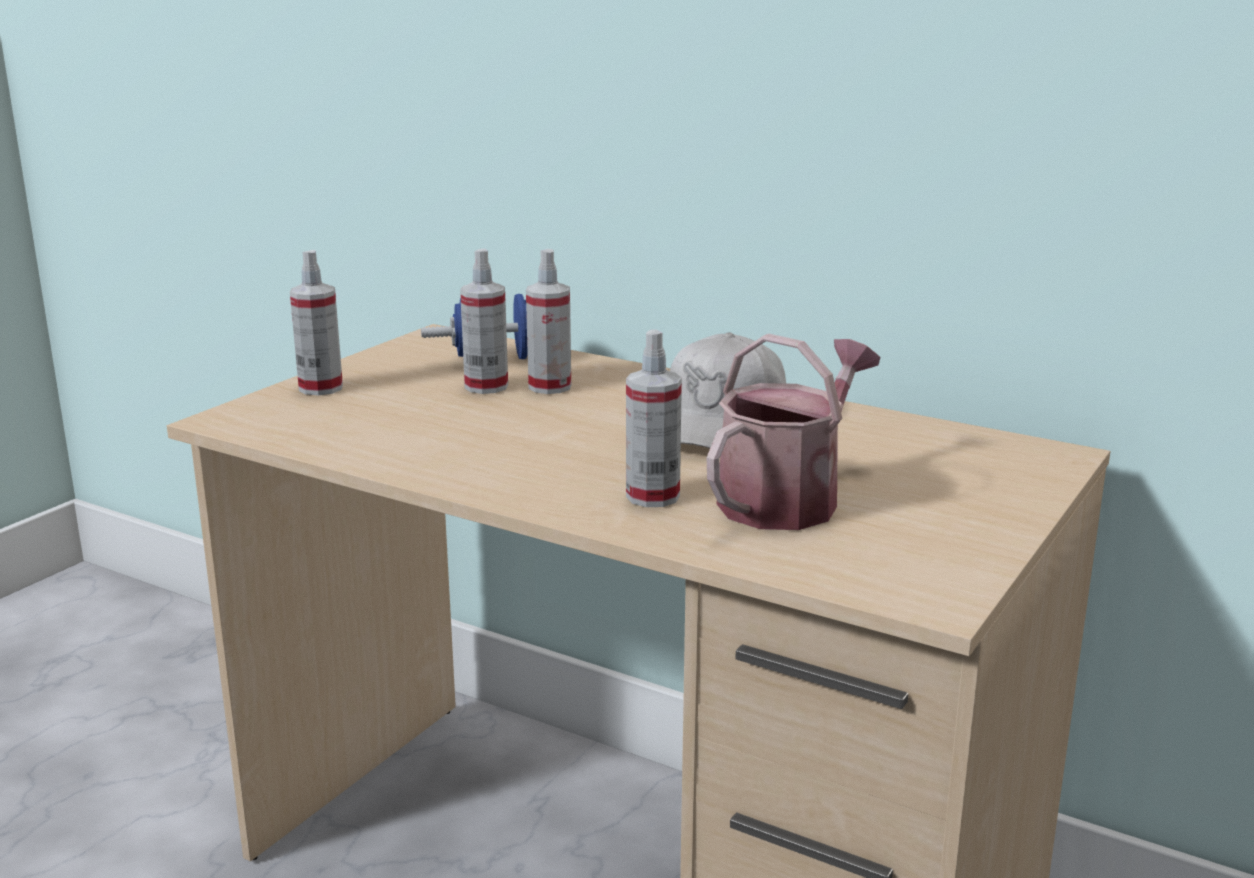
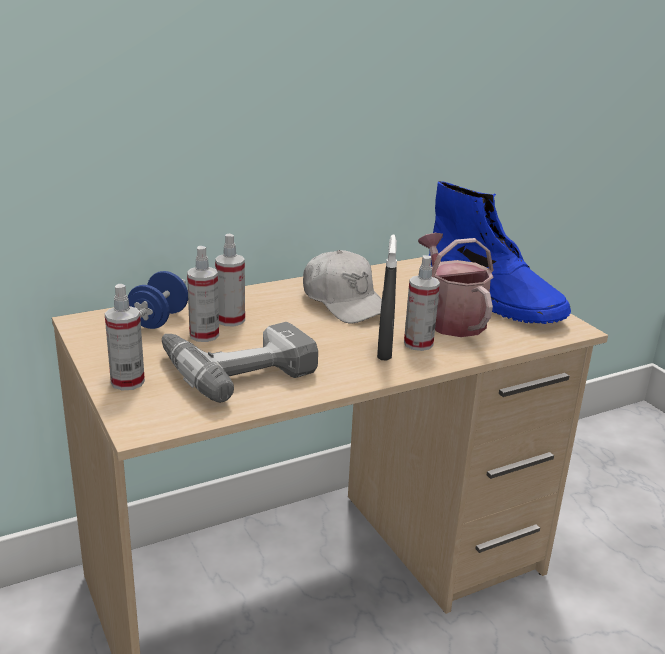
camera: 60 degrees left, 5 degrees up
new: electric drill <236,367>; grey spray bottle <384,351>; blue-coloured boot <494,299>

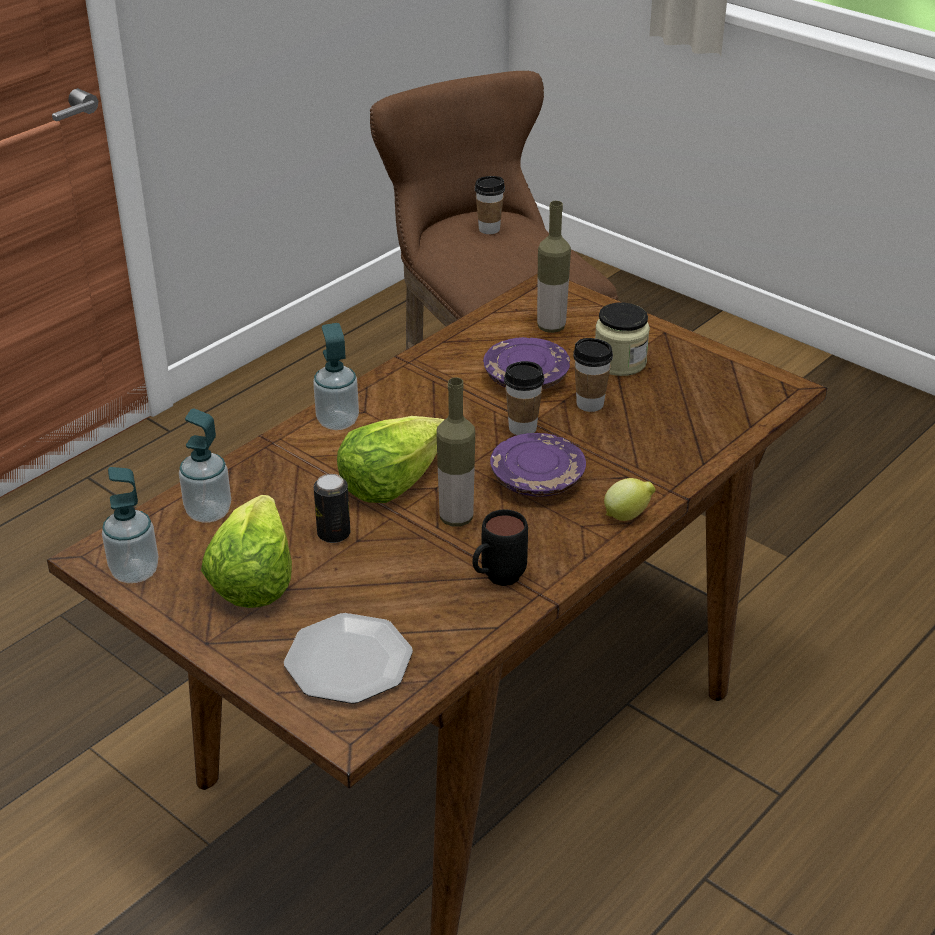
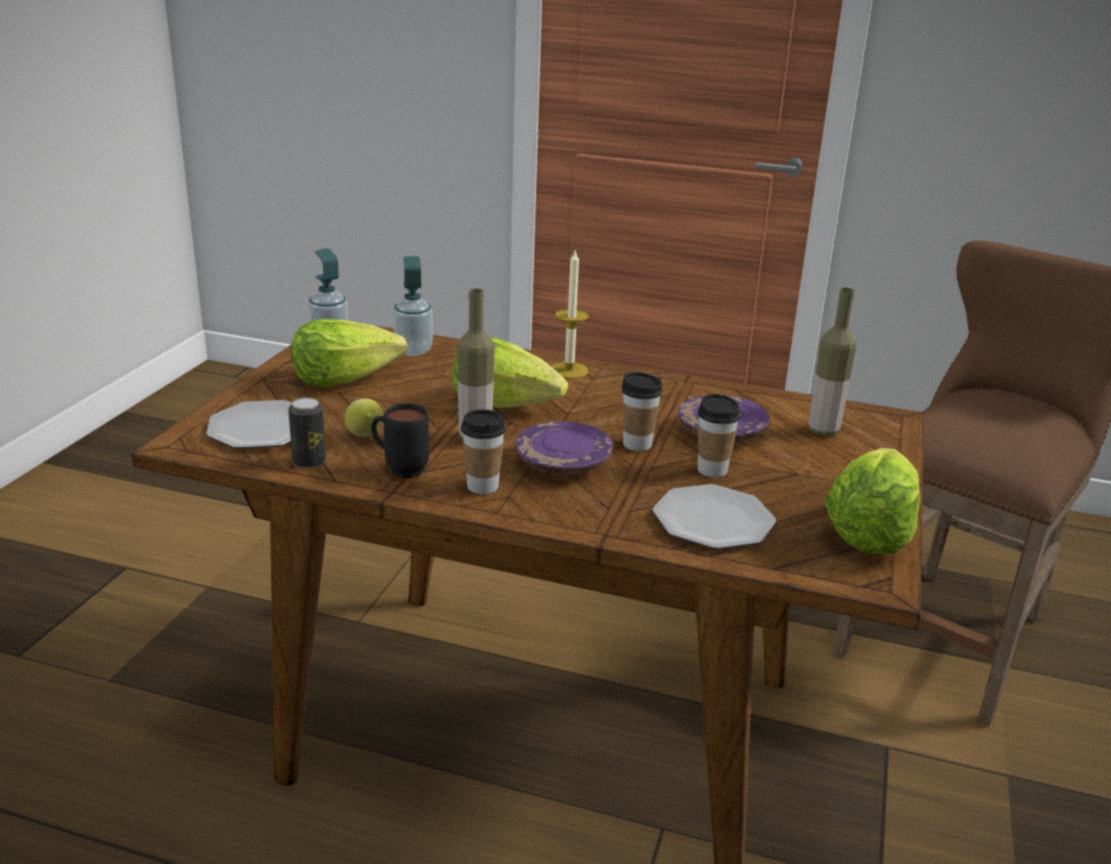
camera: 65 degrees right, 10 degrees down
gone: preserve jar <620,362>
new: dinner plate <712,521>; lettuce <870,533>
shifted: sealed can <334,534> to <309,461>; cup <489,229> to <482,486>; lemon <628,516> to <365,436>
swapped: liquid soap bottle <337,421> to candle <569,370>

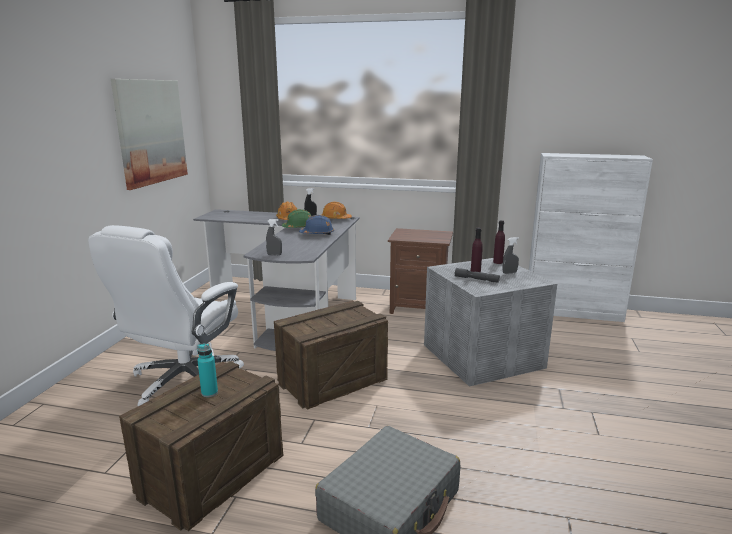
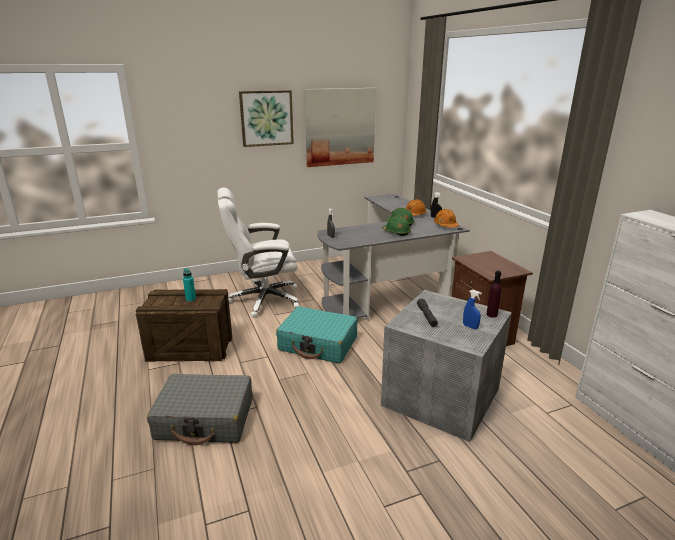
camera: 55 degrees right, 5 degrees up
gone: purplish beverage bottle <475,271>
new: picture <266,118>
swapped: crate <332,381> to turquoise-coloured piece of luggage <318,344>
repainted: blue-coloured safety helmet <317,234> to green-coloured safety helmet <396,232>; grey spray bottle <509,273> to blue-coloured spray bottle <470,327>

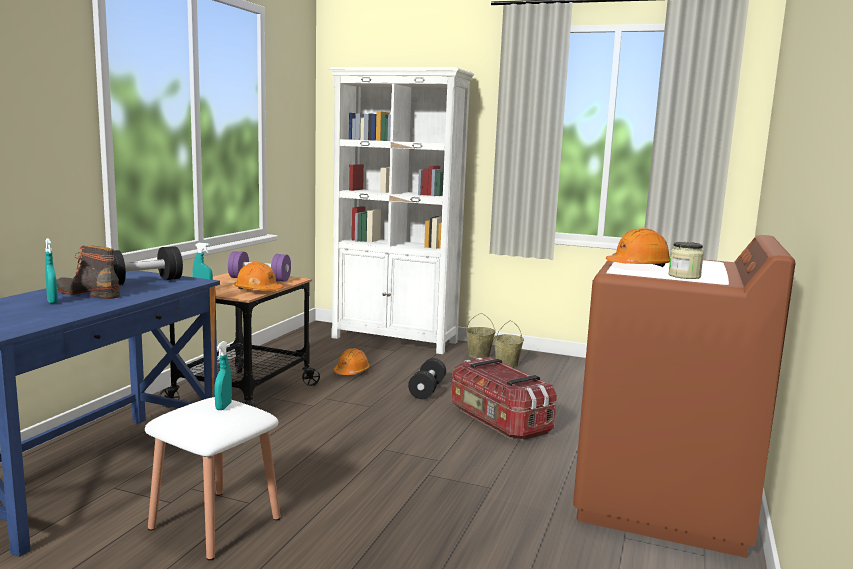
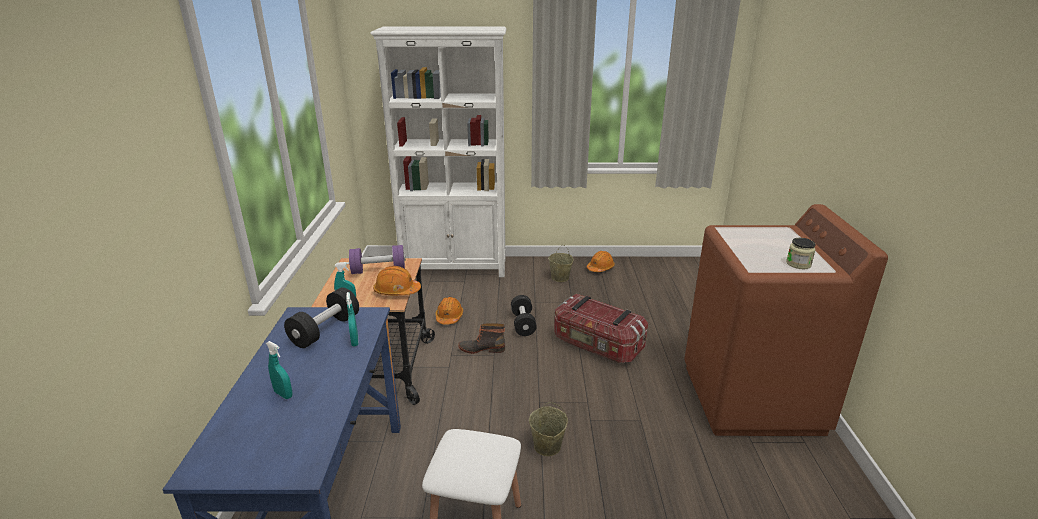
camera: 20 degrees left, 15 degrees up
shifted: boot <88,293> to <482,348>; turquoise-coloured spray bottle <223,406> to <355,341>; beige pail <478,355> to <547,446>; orangey safety helmet <638,266> to <600,268>

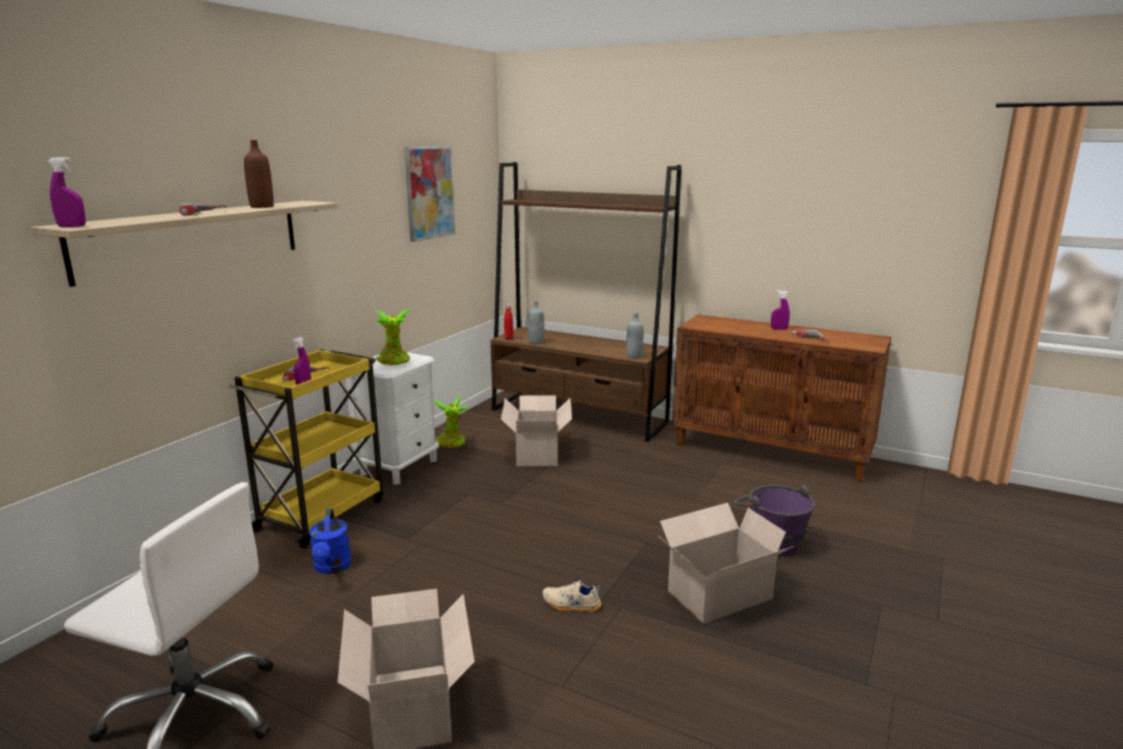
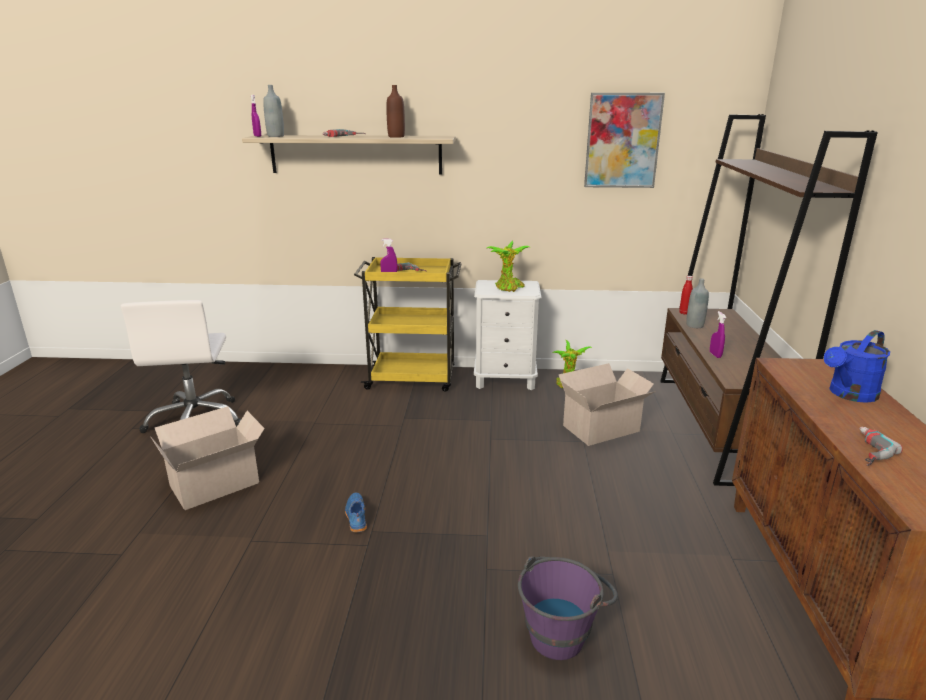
camera: 65 degrees right, 5 degrees up
gone: cardboard box <717,595>
shifted: blue-coloured watering pot <332,568> to <849,395>; grey beverage bottle <634,356> to <275,136>; purplish spray bottle <779,329> to <715,355>
repainted: beige shoe <571,605> to blue-coloured shoe <355,517>

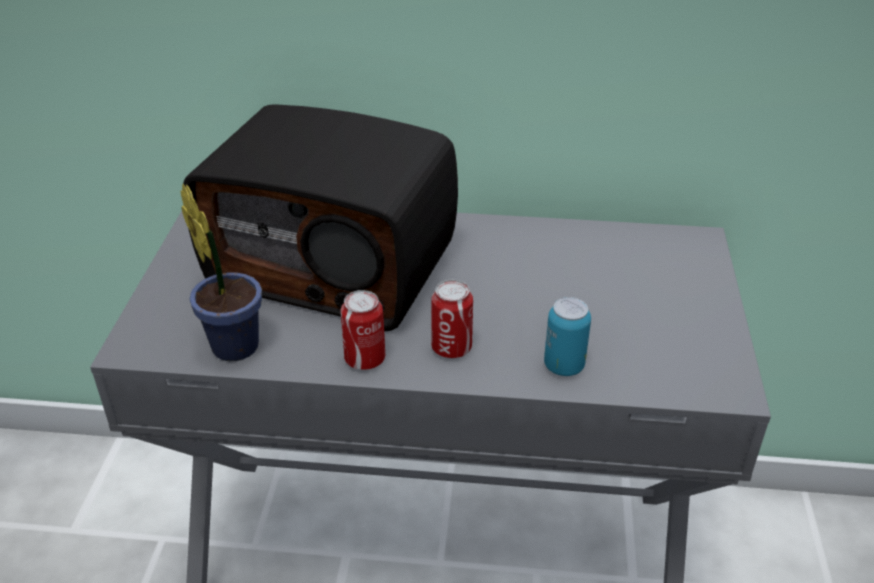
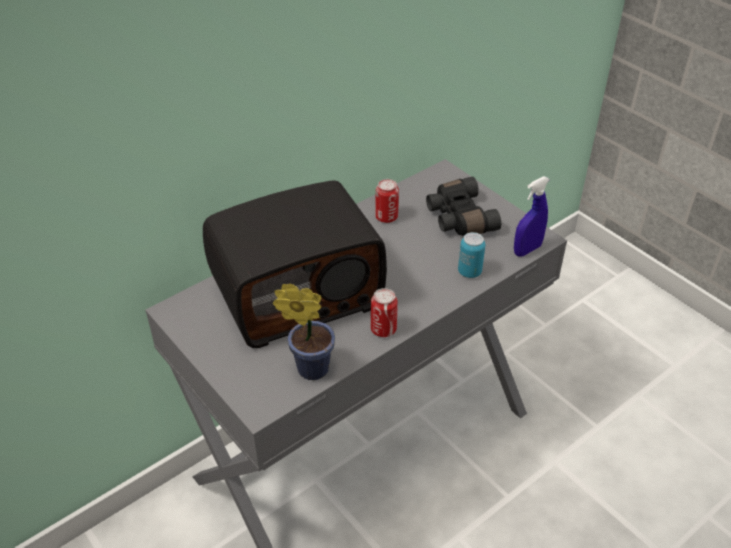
camera: 45 degrees left, 5 degrees up
new: blackish pair of binoculars <458,218>; blue-coloured spray bottle <527,250>
shifted: sealed can <451,348> to <386,217>

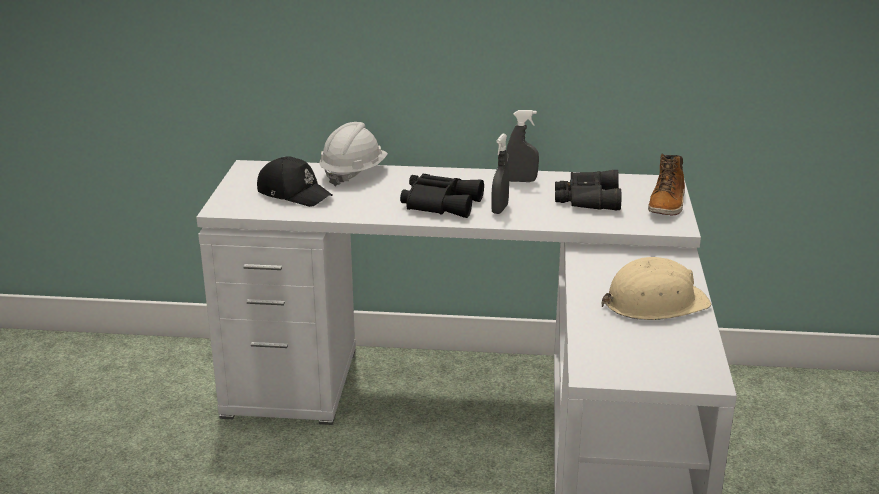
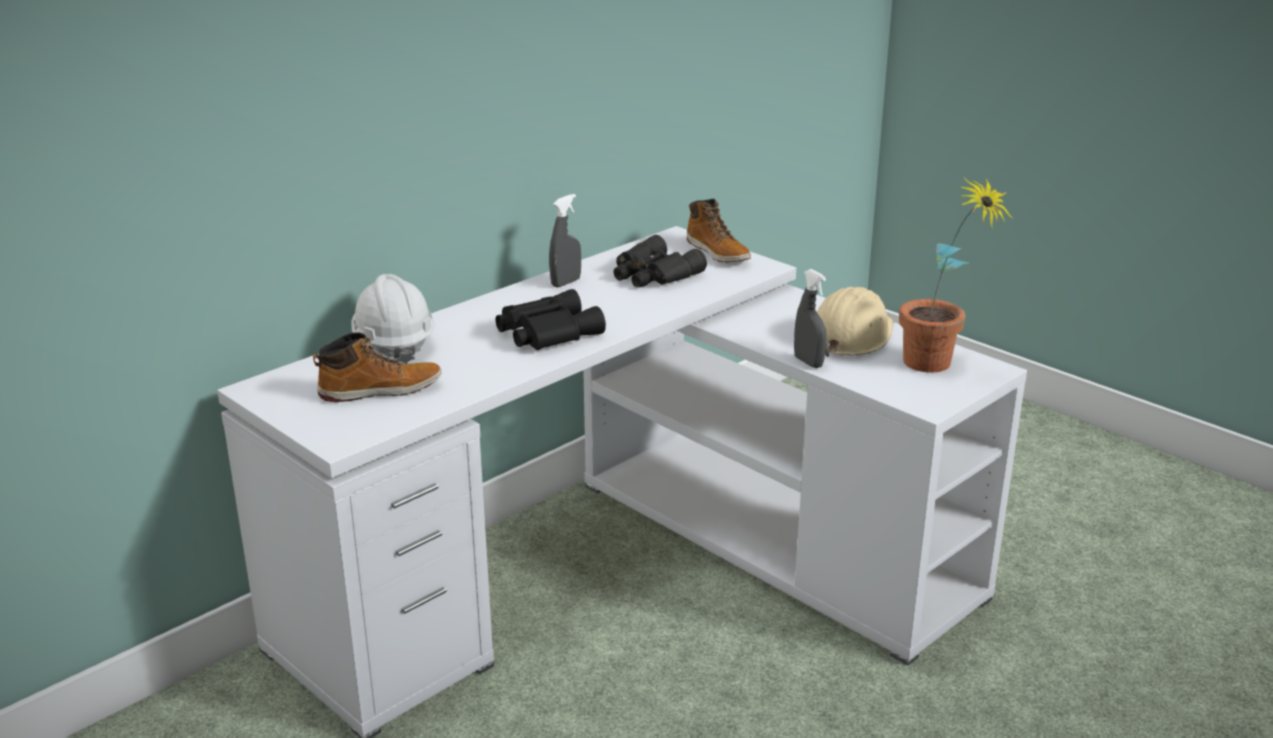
camera: 50 degrees left, 0 degrees up
new: plant in a pot <938,367>
shifted: grey spray bottle <499,209> to <808,362>
swapped: blackish peaked cap <294,193> to boot <380,390>

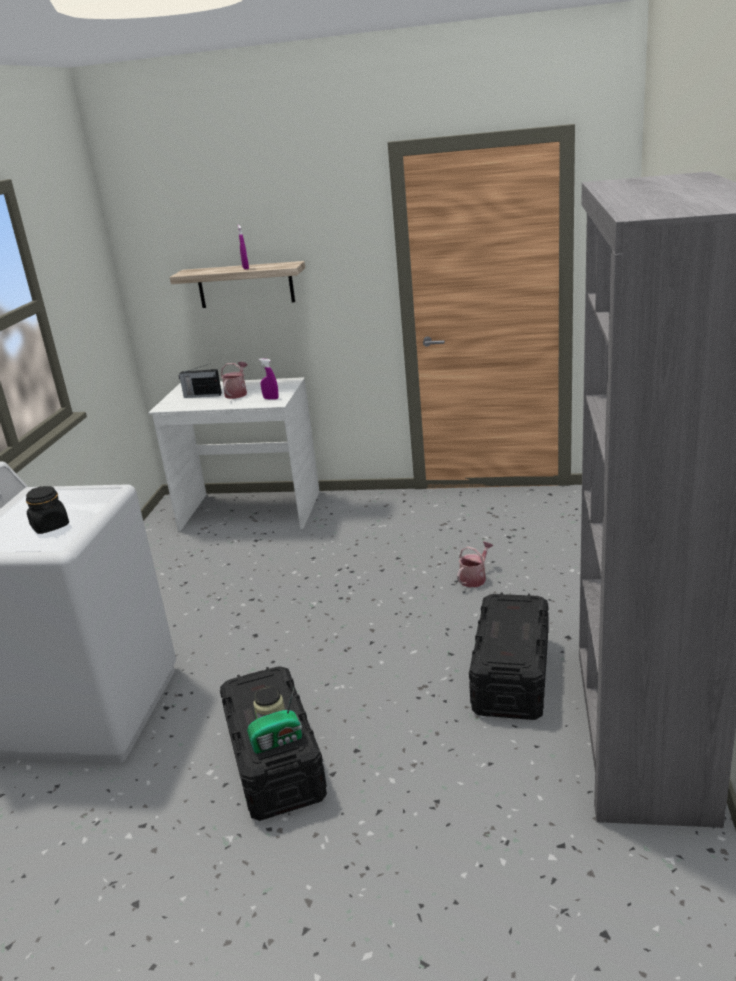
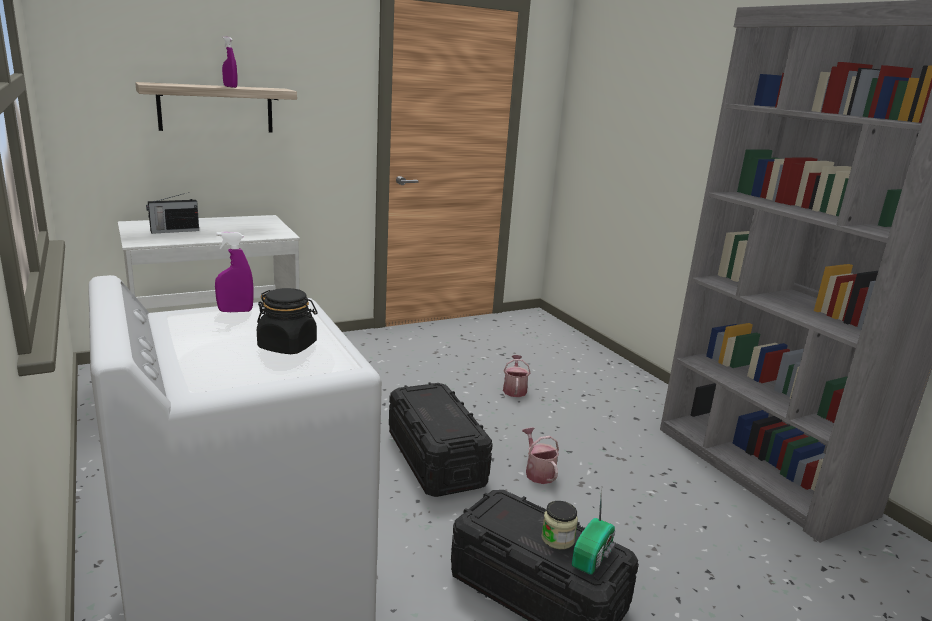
camera: 40 degrees left, 5 degrees down
shifted: watering pot <237,393> to <538,472>; purplish spray bottle <271,398> to <235,311>; blackish storage bin <512,675> to <435,458>

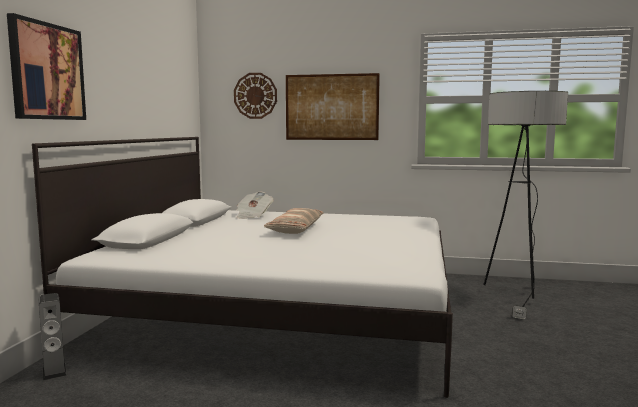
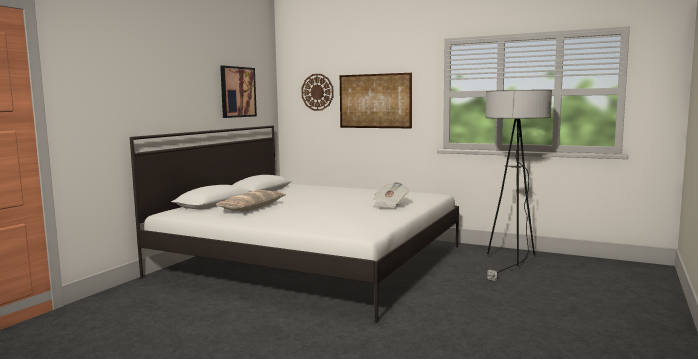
camera: 15 degrees right, 0 degrees up
gone: speaker <54,371>
shifted: picture <47,72> to <237,92>; printed paper <253,216> to <389,205>; cushion <295,229> to <252,208>

